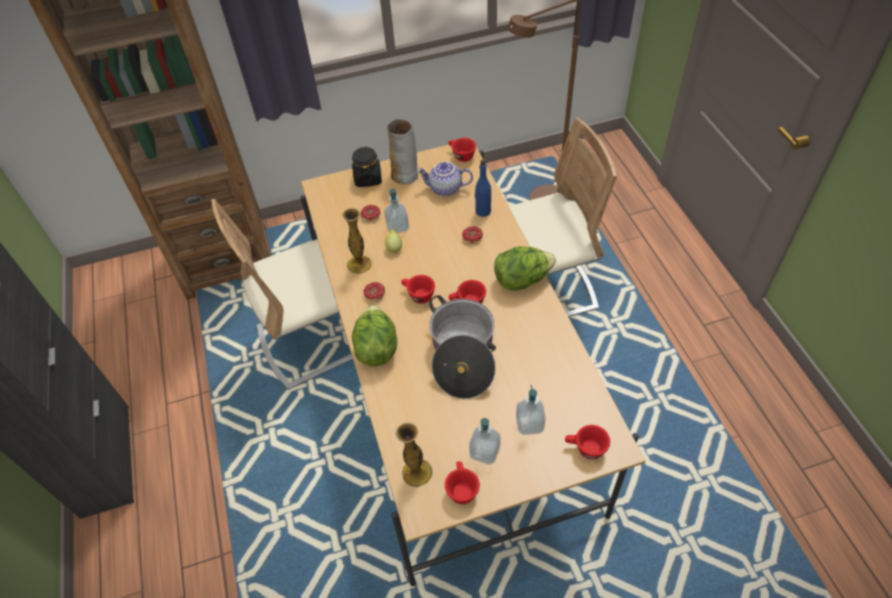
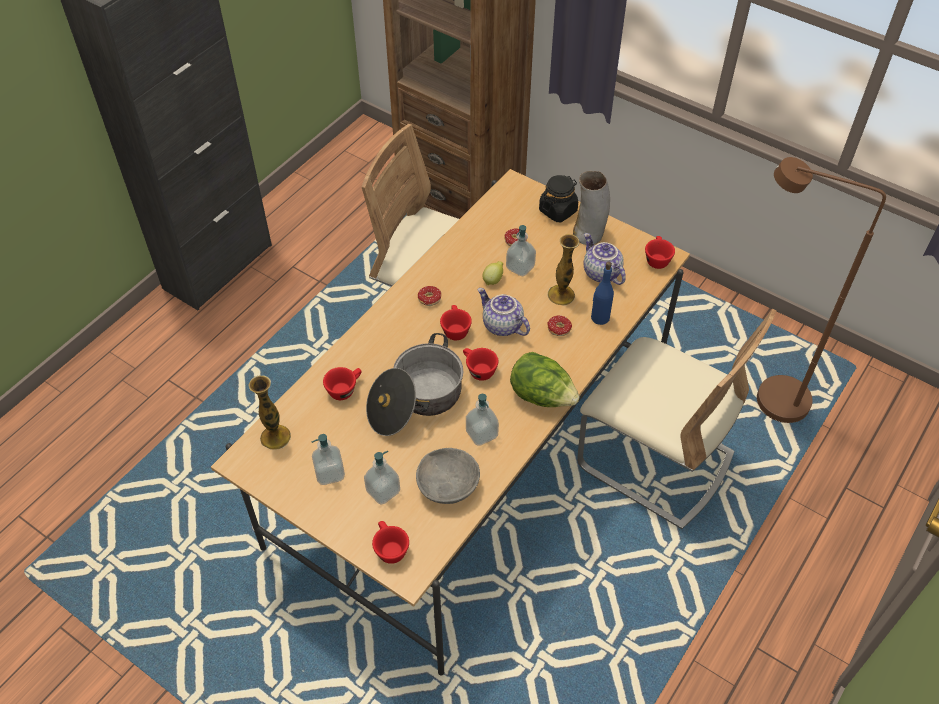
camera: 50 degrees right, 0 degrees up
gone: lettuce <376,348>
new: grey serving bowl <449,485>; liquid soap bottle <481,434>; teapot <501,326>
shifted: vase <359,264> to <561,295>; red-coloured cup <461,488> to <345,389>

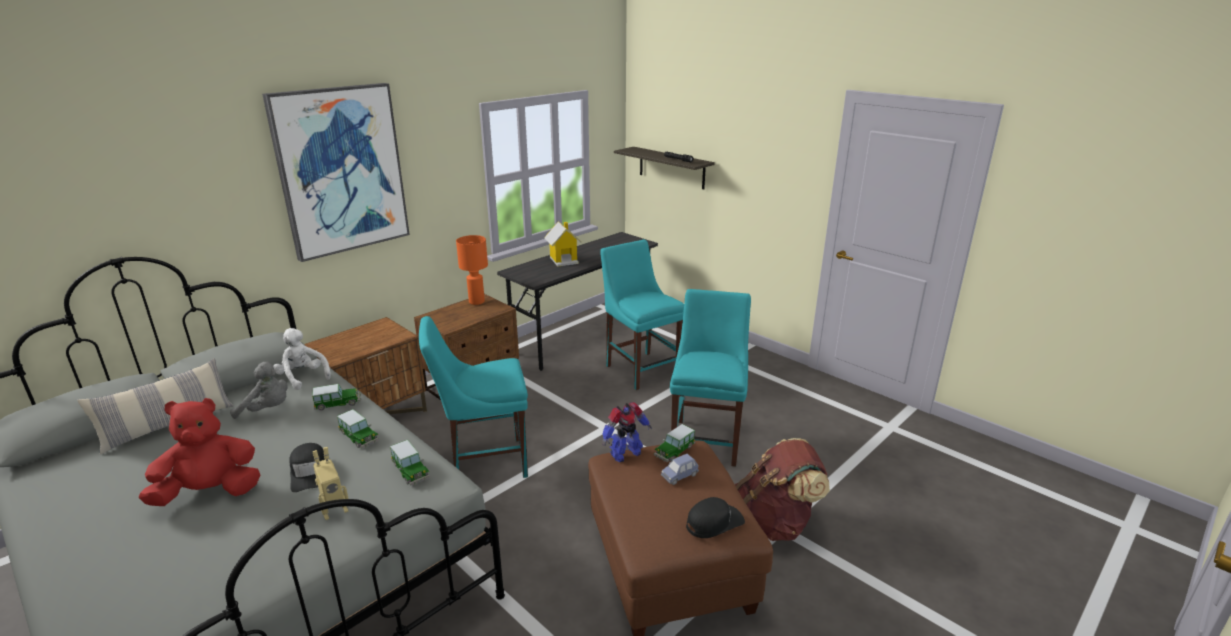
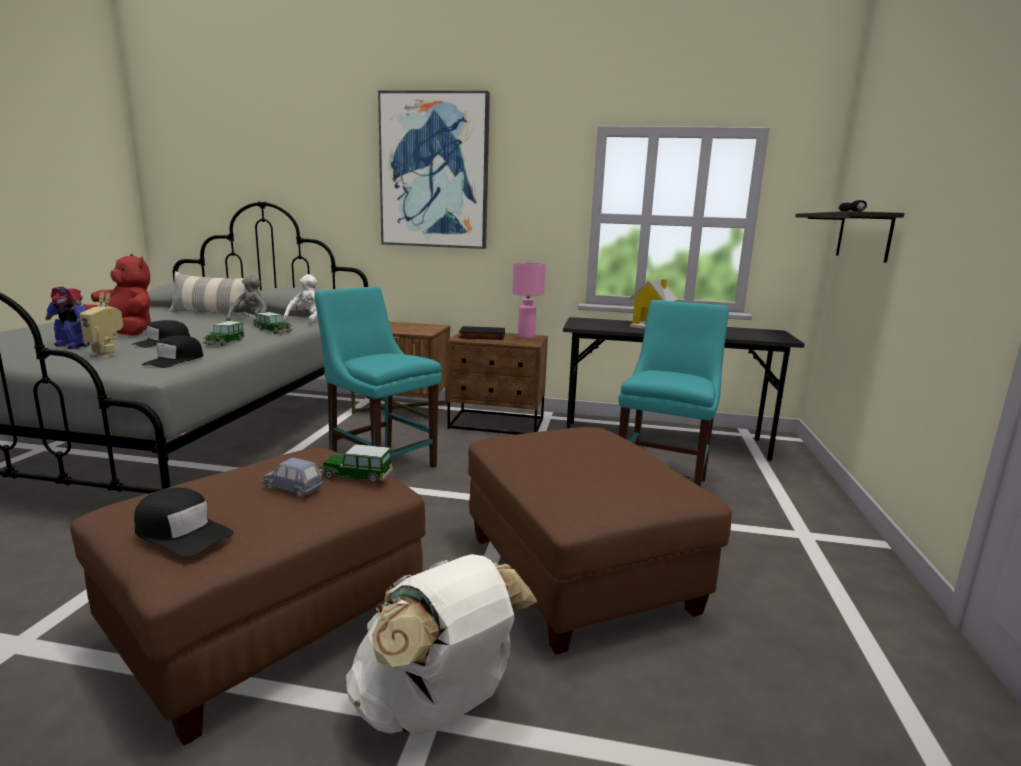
camera: 55 degrees right, 10 degrees down
new: blackish bound book <481,336>
shifted: robot figure <625,453> to <73,345>
swapped: toy car <410,471> to blackish peaked cap <175,361>; turquoise-coloured upright chair <706,439> to brown pouffe <579,575>
repainted: orangey table lamp <476,302> to pink-coloured table lamp <525,337>; brown knapsack <775,523> to white knapsack <437,706>
rotated: grey plush toy <267,410> = <250,322> 150 degrees counterclockwise

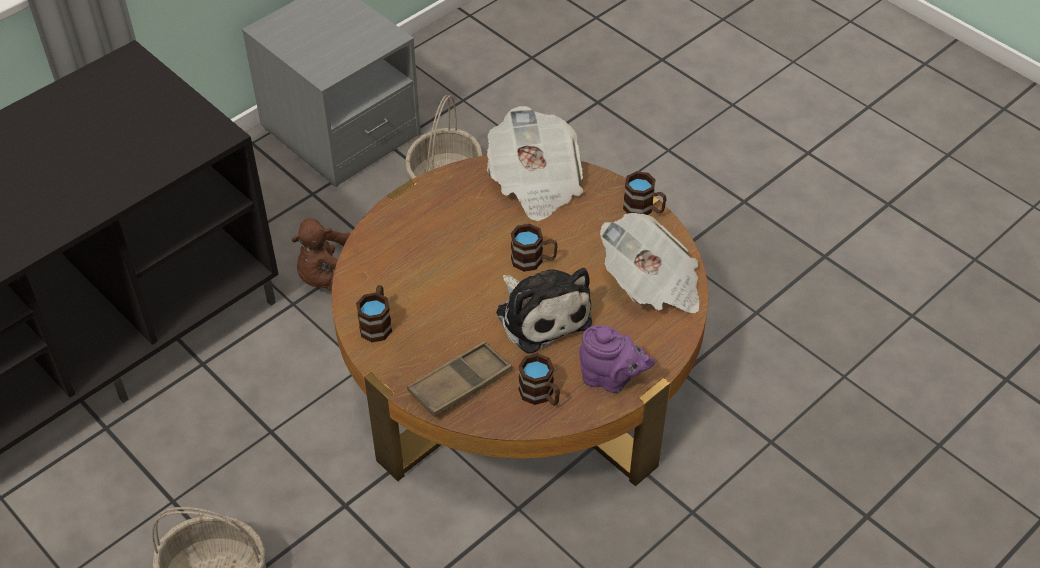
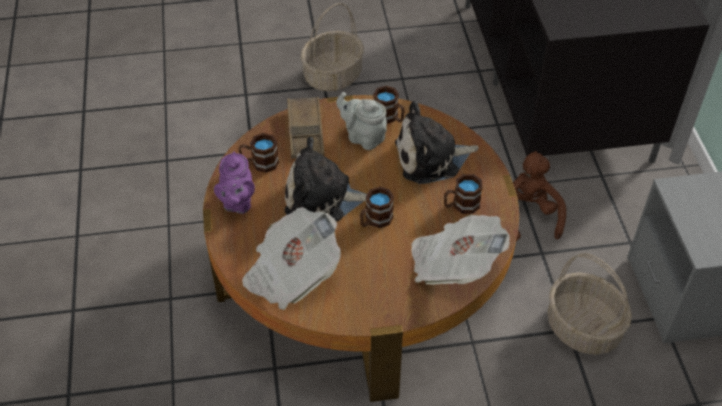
camera: 125 degrees right, 0 degrees up
new: grey teapot <363,137>; plush toy <431,158>
shifted: brown tea mug <644,209> to <461,205>
rotated: purplish teapot <610,379> = <237,203> 60 degrees counterclockwise

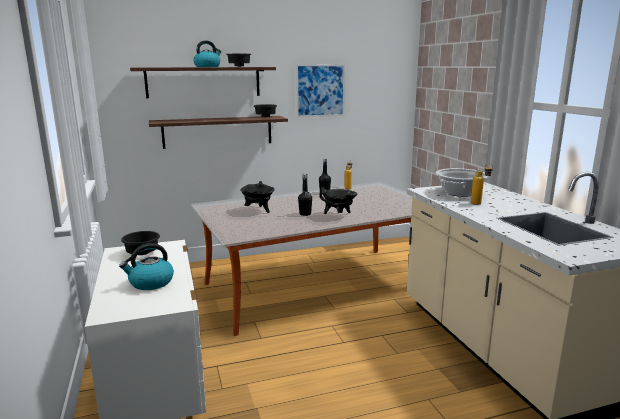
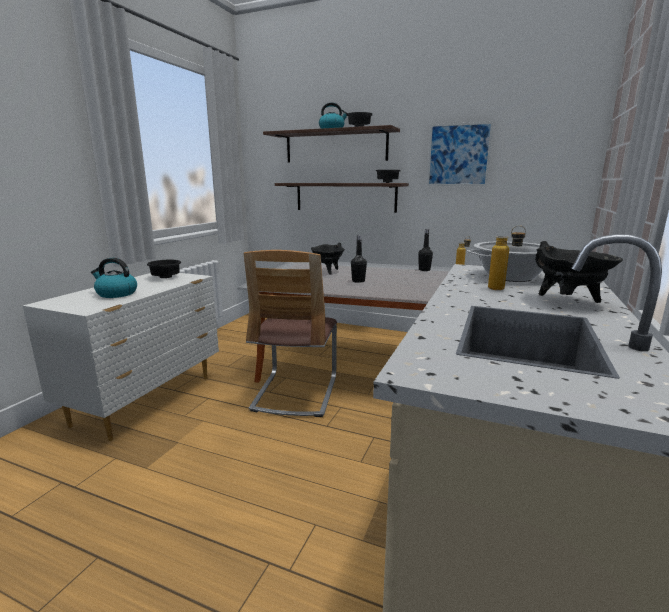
camera: 40 degrees right, 0 degrees up
new: upright chair <295,393>
shifted: blackish saucepot <338,215> to <568,302>

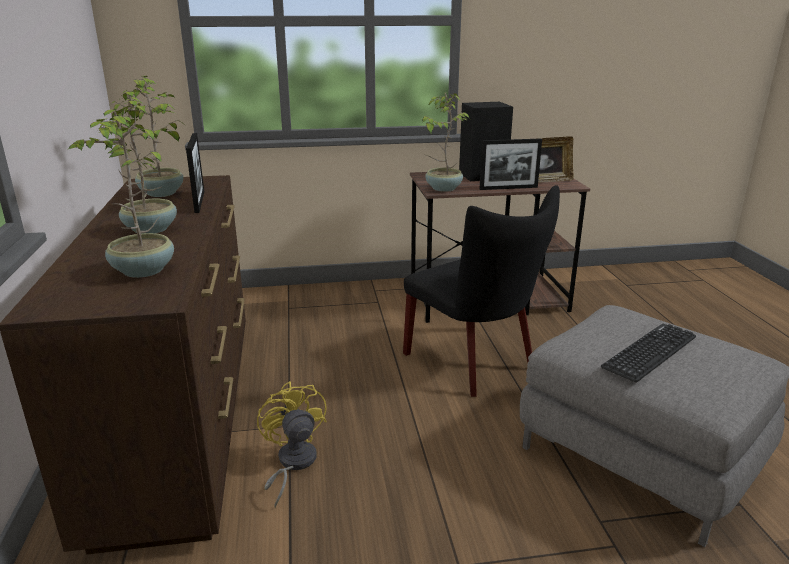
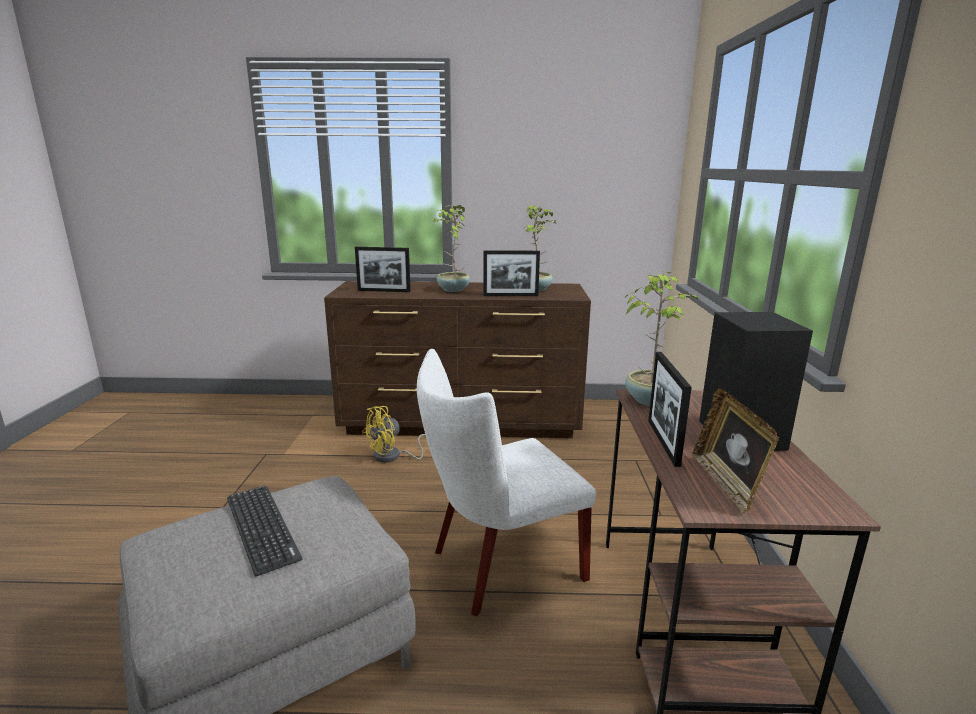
camera: 100 degrees right, 5 degrees down
swapped: plant in a pot <142,271> to photo frame <384,291>
repainted: blackish upright chair <475,364> to white upright chair <499,566>
rotated: yellow electric fan <292,464> = <393,457> 150 degrees clockwise

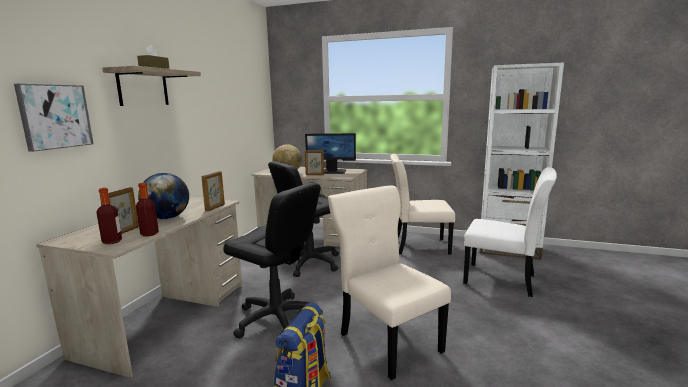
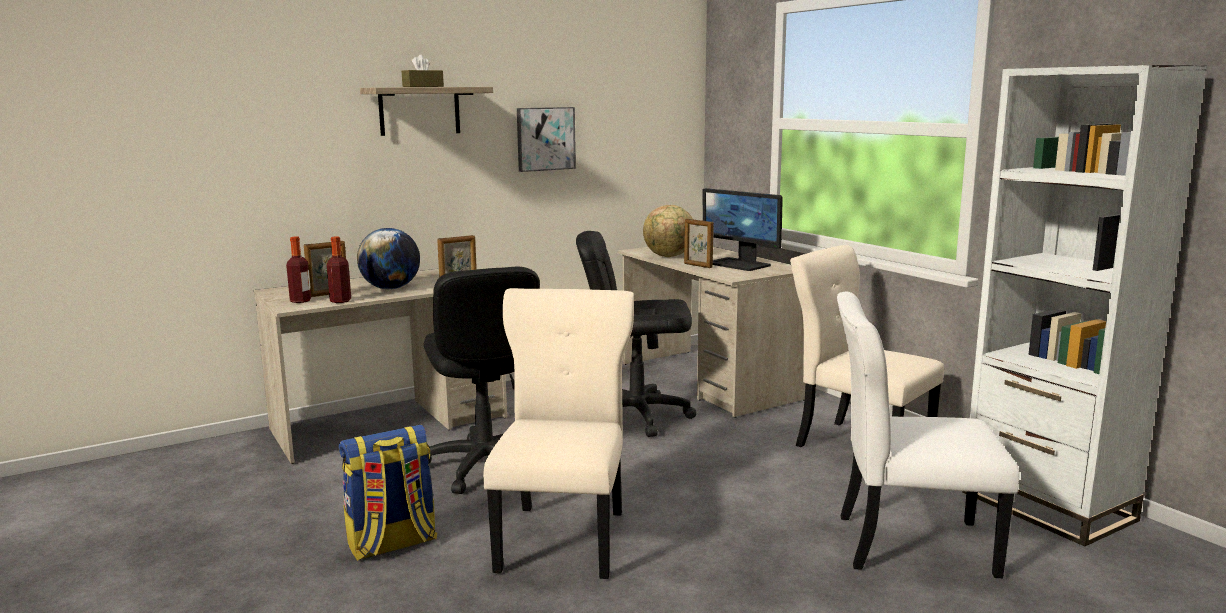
camera: 40 degrees right, 0 degrees up
shifted: picture <54,116> to <545,139>
rotated: white upright chair <503,280> = <907,544> 120 degrees clockwise

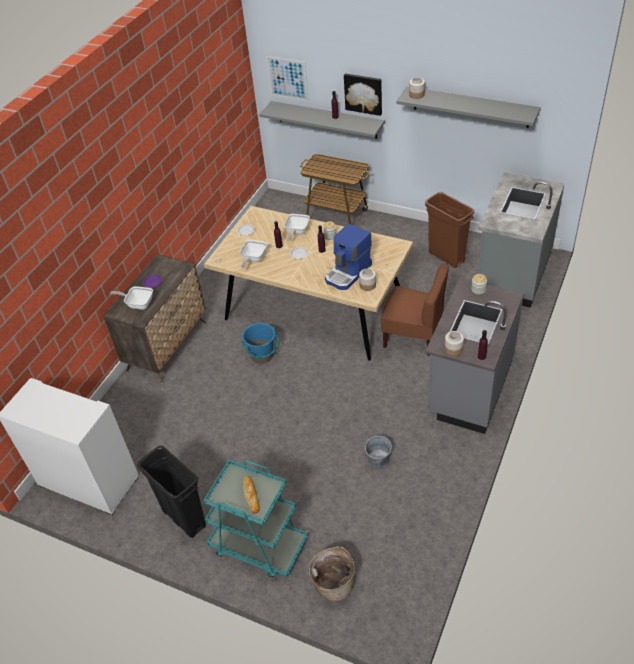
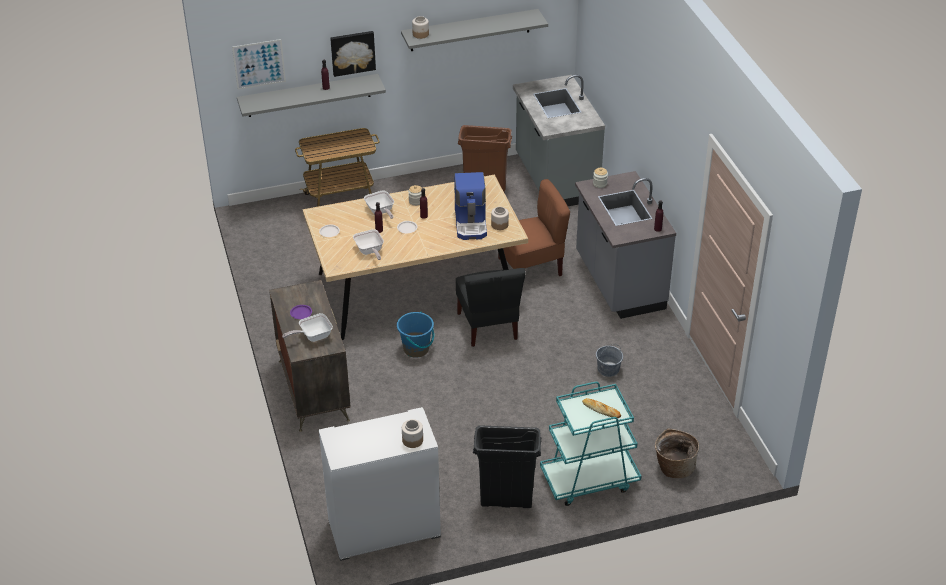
camera: 45 degrees left, 5 degrees down
new: blackish upright chair <488,326>
shifted: preserve jar <453,349> to <412,440>

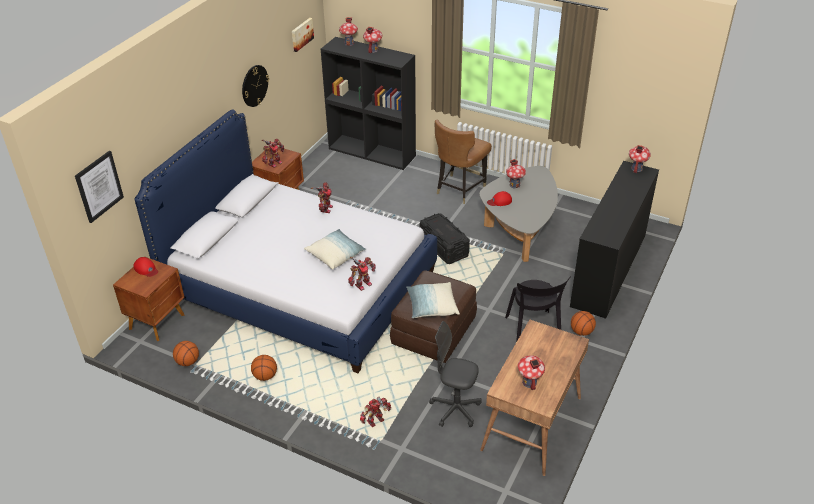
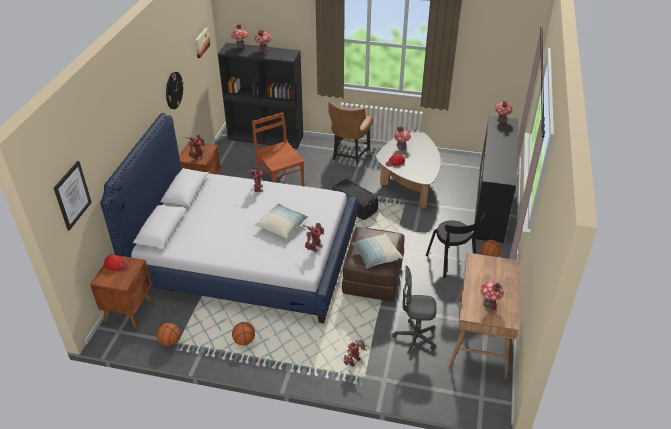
camera: 15 degrees left, 0 degrees up
new: brown upright chair <280,181>

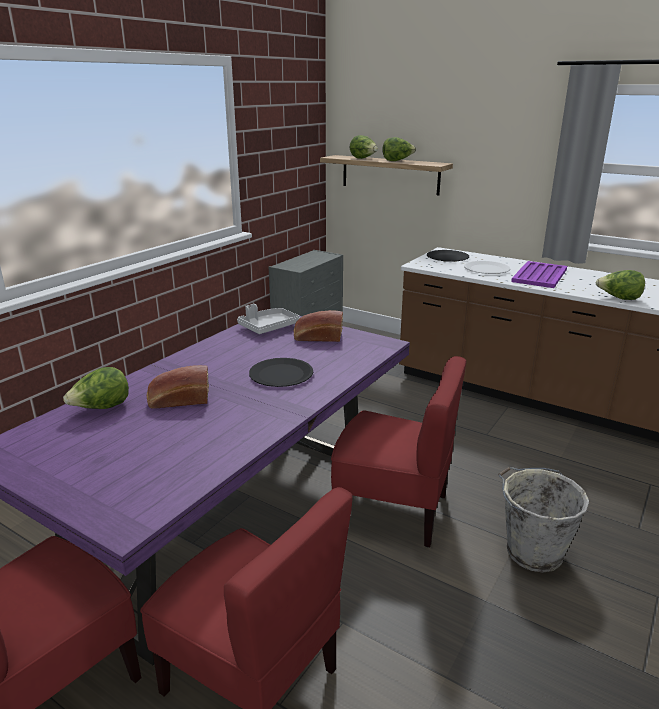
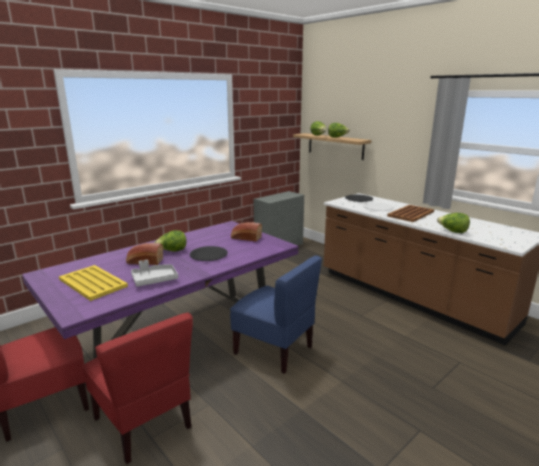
camera: 15 degrees right, 5 degrees down
gone: grey pail <532,551>
new: yellow serving tray <92,282>
shifted: lettuce <102,408> to <172,251>; grey serving tray <268,327> to <154,280>
repainted: red-coloured upright chair <393,510> to blue-coloured upright chair <274,350>; purplish serving tray <540,275> to brown serving tray <411,214>

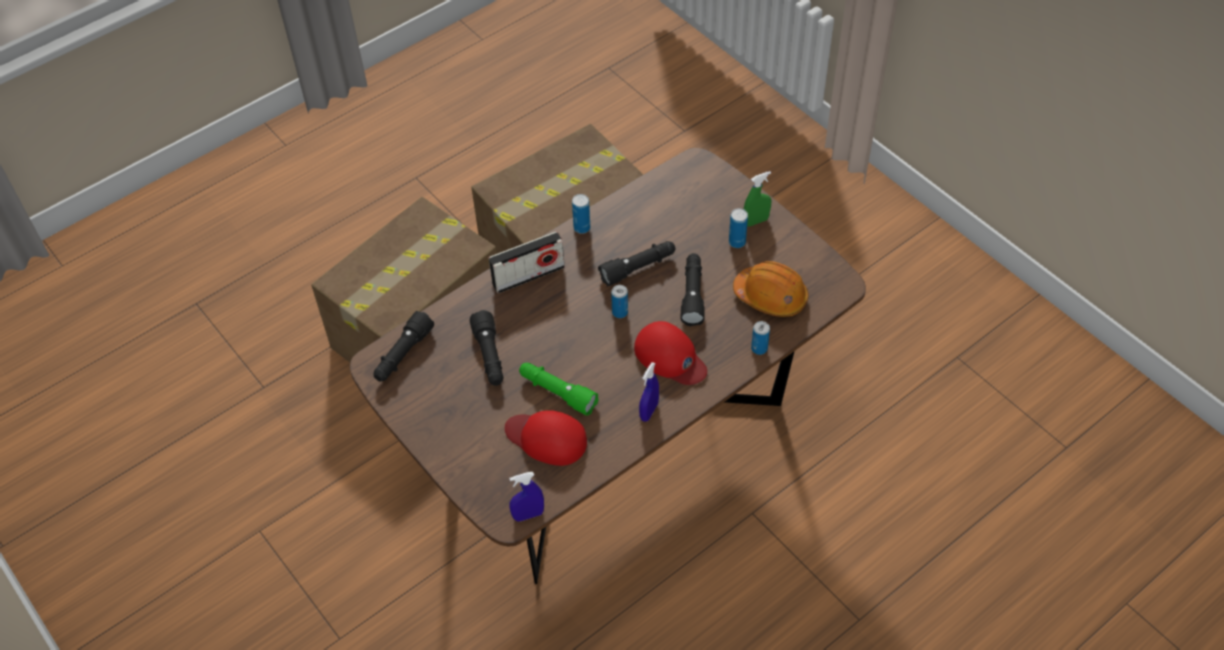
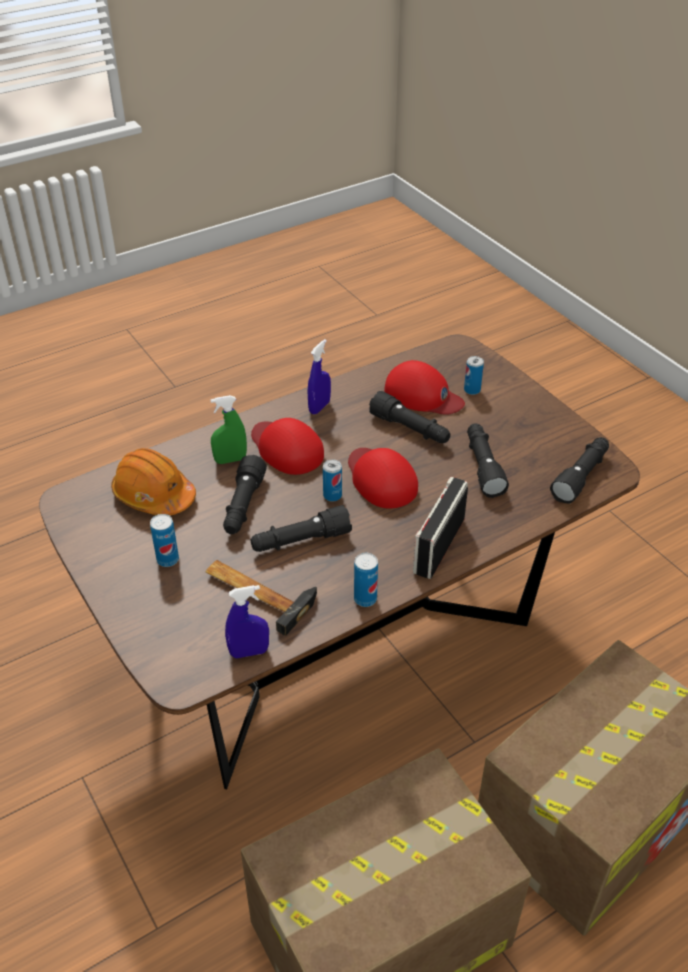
camera: 175 degrees left, 10 degrees down
new: hand hammer <257,592>; red-coloured peaked cap <380,479>
shifted: blue-coloured spray bottle <528,515> to <249,652>; green-coloured spray bottle <756,221> to <230,460>; sealed can <759,348> to <472,390>
repainted: green-coloured hand torch <557,392> to blackish hand torch <410,429>
rotated: radio receiver <528,275> = <439,545> 45 degrees counterclockwise

